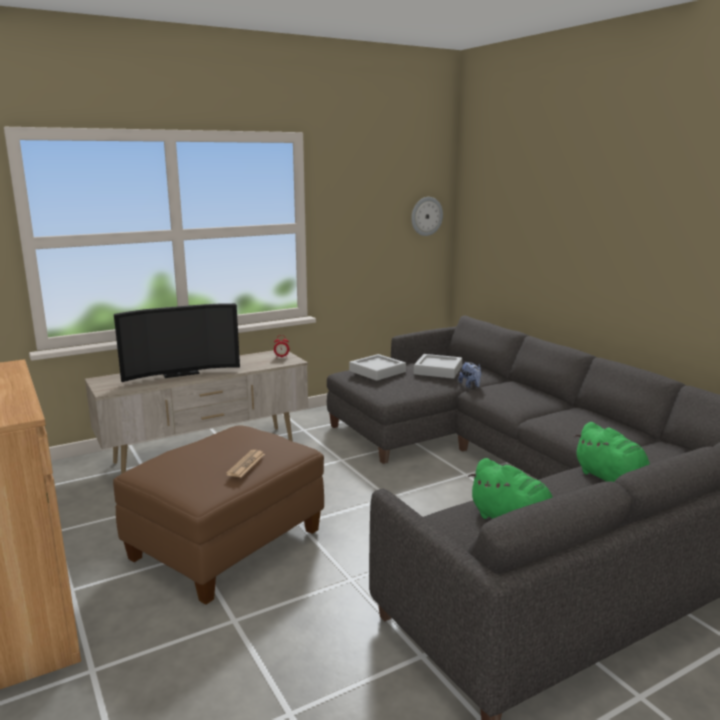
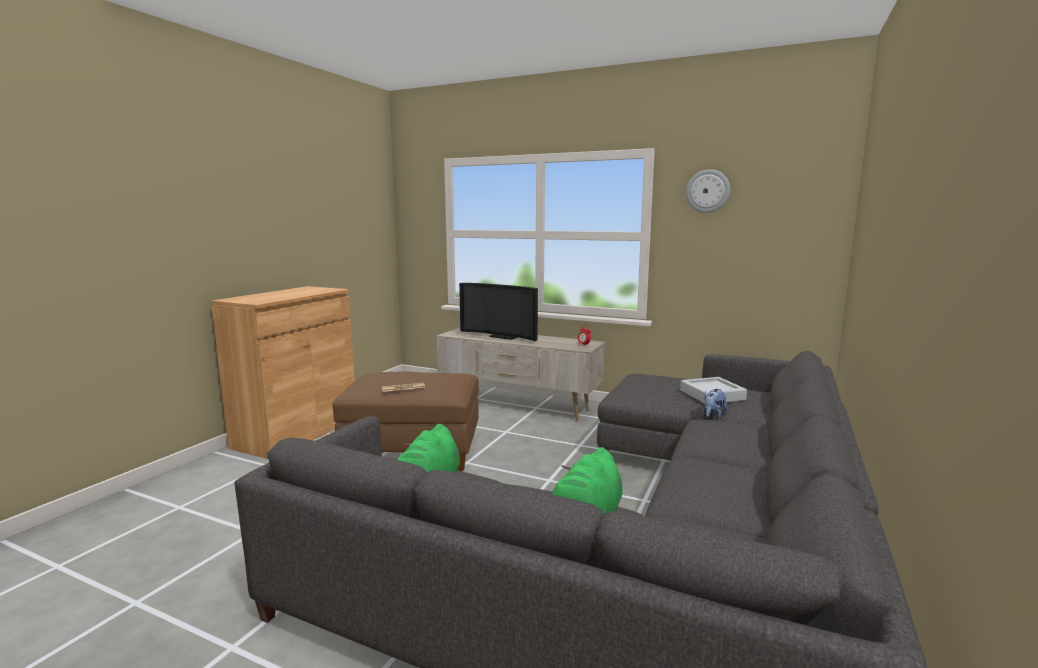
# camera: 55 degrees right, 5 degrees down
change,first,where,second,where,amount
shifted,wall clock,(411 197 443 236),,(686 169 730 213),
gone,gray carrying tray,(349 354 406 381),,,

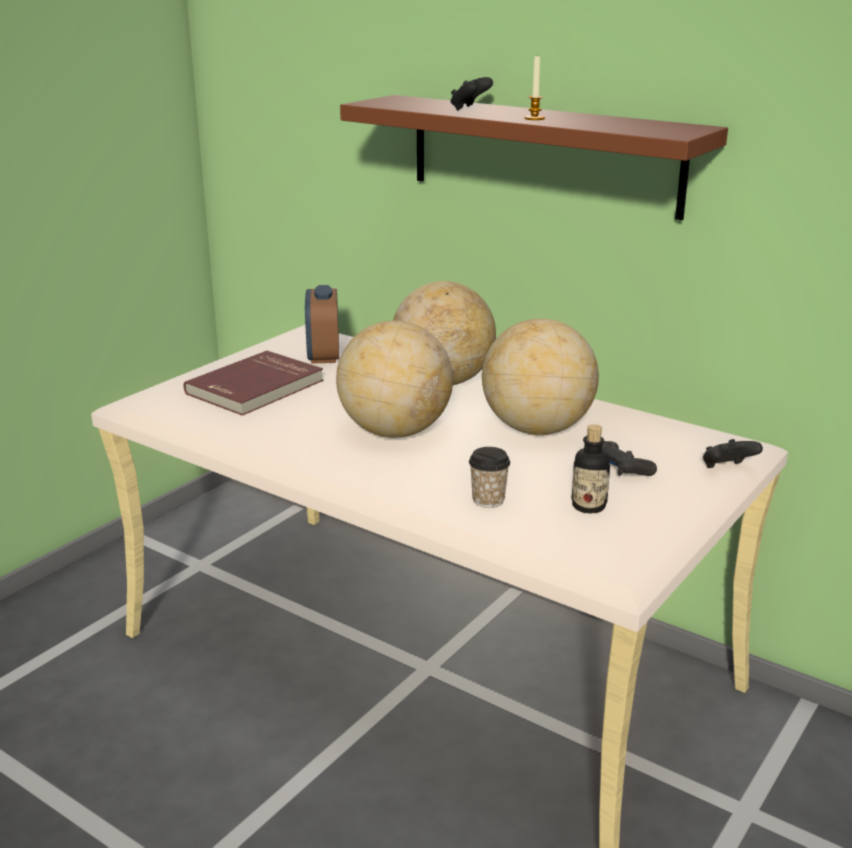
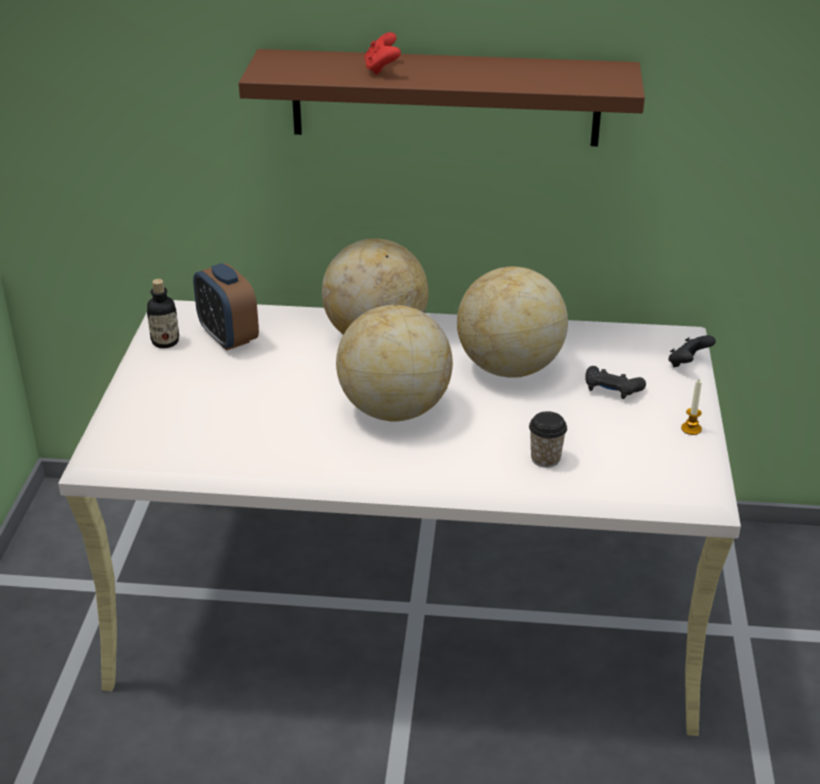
# camera: 30 degrees left, 10 degrees up
change,first,where,second,where,amount
shifted,drink bottle,(571 424 610 513),,(147 279 179 348),
repainted,black-coloured joypad,(450 77 493 111),red joypad,(364 32 401 75),
shifted,candle,(524 54 545 120),,(681 380 702 435),
gone,red book,(184 351 324 416),,,

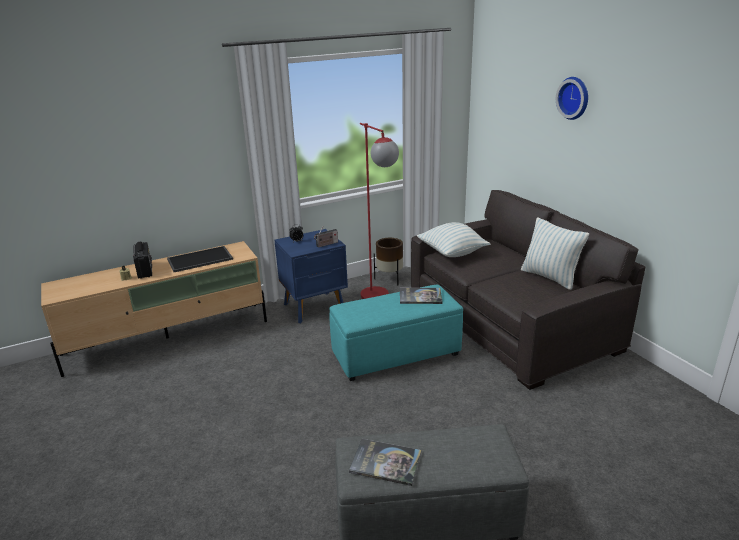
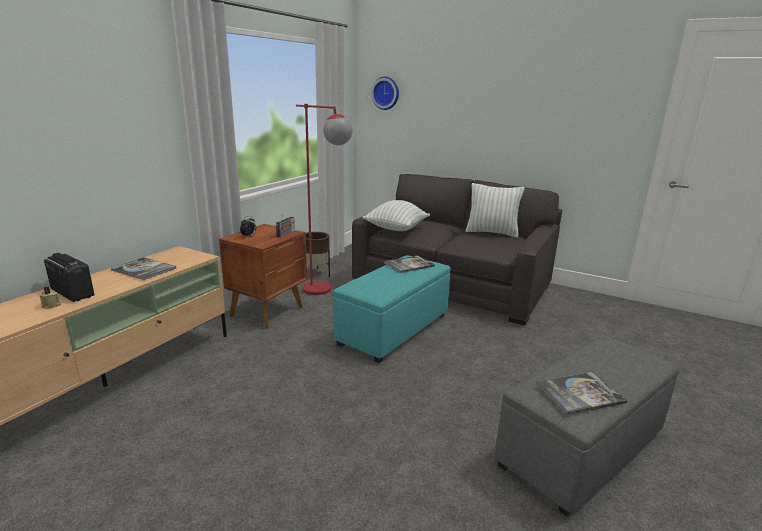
# camera: 35 degrees left, 5 degrees down
change,first,where,second,where,amount
swapped,carrying tray,(167 246 233 272),book,(111 257 176 280),
repainted,bluish nightstand,(275 229 348 323),brown nightstand,(219 224 307 329),
shifted,wall clock,(556 77 588 120),,(371 76 399 110),

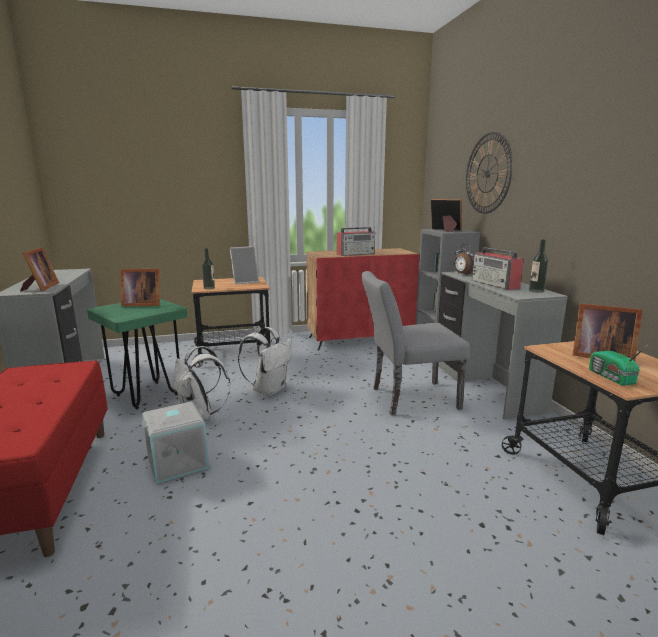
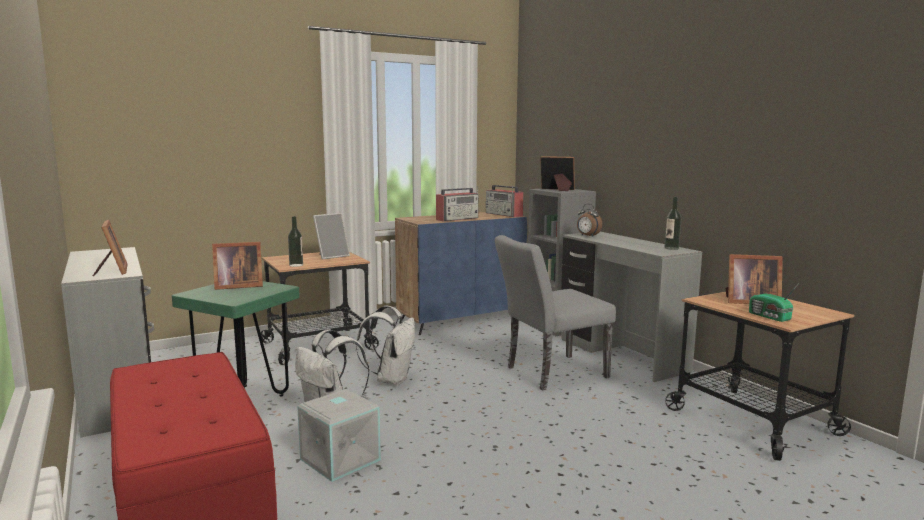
# camera: 15 degrees left, 5 degrees down
change,first,where,second,where,amount
repainted,red storage cabinet,(306 248 419 351),bluish storage cabinet,(395 212 527 335),
shifted,radio set,(472 247 524 290),,(486 185 523 217),
gone,wall clock,(466 132 513 214),,,

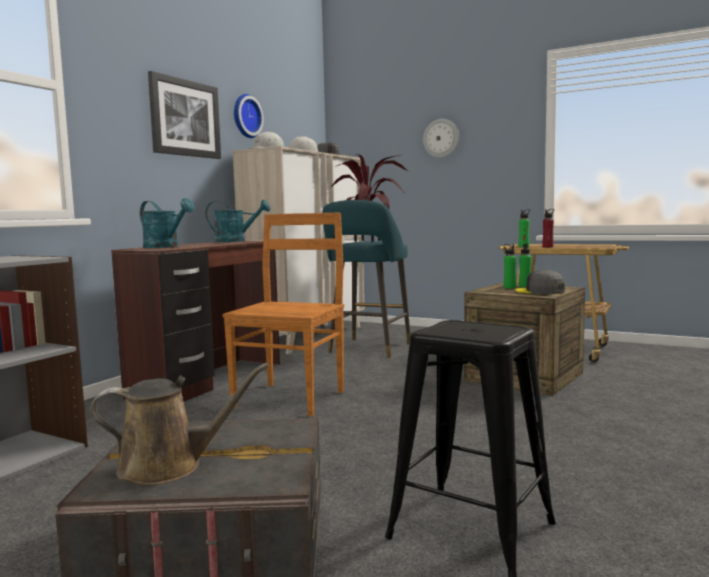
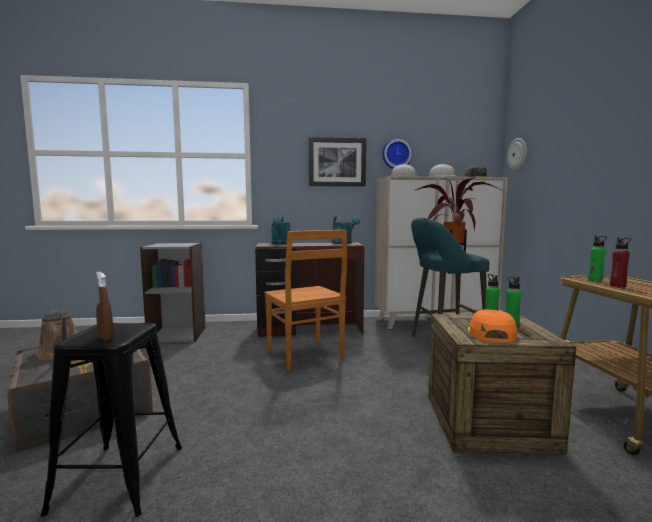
# camera: 55 degrees right, 0 degrees up
change,first,where,second,where,amount
new,,,brown spray bottle,(96 272 114 341),
rotated,brown upright chair,(222 213 344 417),,(264 230 347 371),75 degrees clockwise
repainted,gray cap,(515 270 565 294),orange-coloured cap,(468 310 517 343),
shifted,wall clock,(423 119 459 158),,(507 138 527 171),

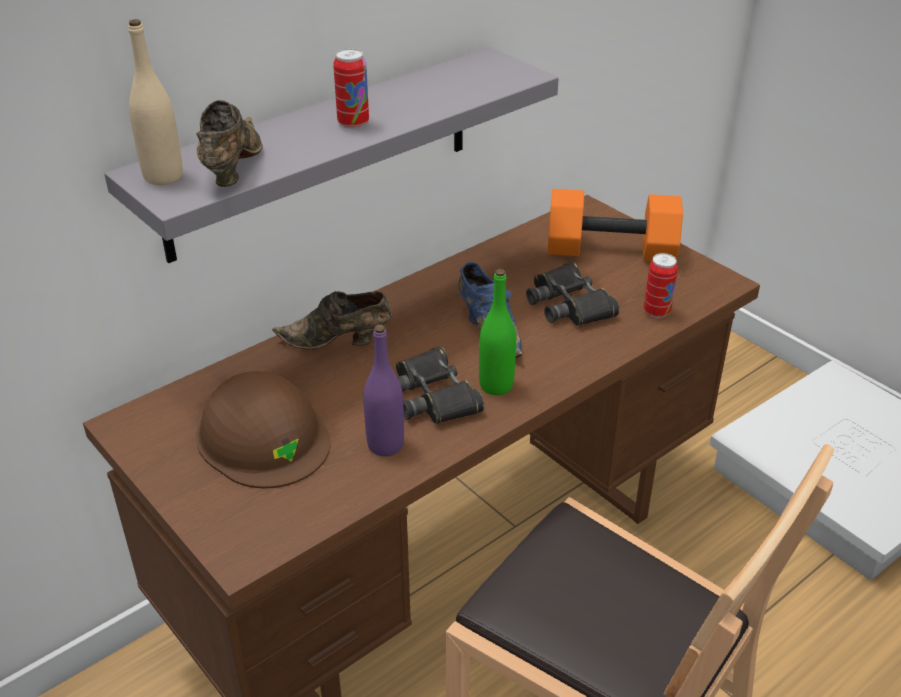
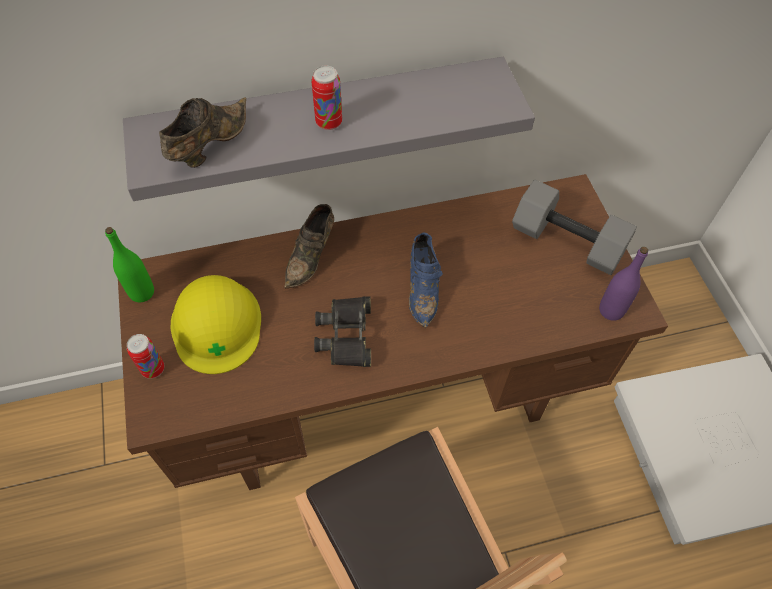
# camera: 25 degrees right, 20 degrees up
change,first,where,second,where,amount
shifted,greenish drink bottle,(479 269 516 395),,(105 227 154 303),
shifted,can,(644 253 678 318),,(127 334 164 379),
repainted,brown work helmet,(196 371 331 489),yellowish work helmet,(171 275 261 374),
rotated,brown low shoe,(272 291 392 350),,(284 204 334 288),90 degrees counterclockwise
repainted,orange-coloured free weight,(548 189 683 261),gray free weight,(512 180 637 275),
shifted,purple drink bottle,(363 325 404 456),,(599 247 648 321),
gone,beige-coloured drink bottle,(128 19 183 185),,,
gone,black-coloured binoculars,(526 262 620 326),,,

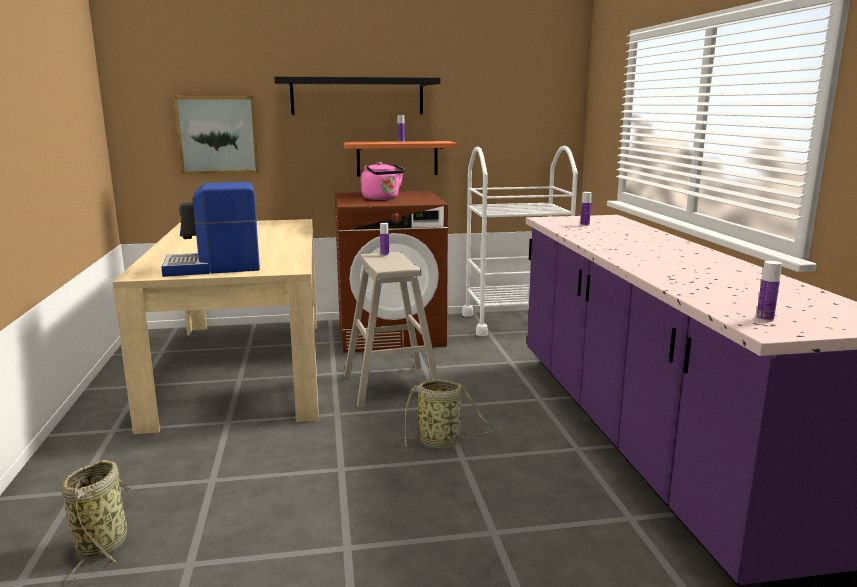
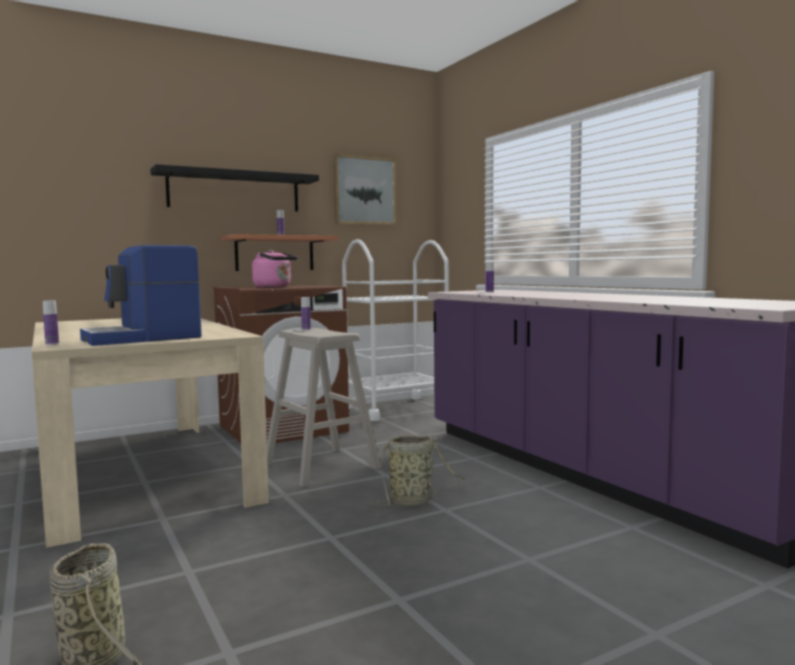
# camera: 20 degrees left, 10 degrees down
change,first,where,second,where,amount
shifted,drink bottle,(756 261 782 322),,(43 301 59 345),
shifted,wall picture,(174 96 259 174),,(334 154 397 225),

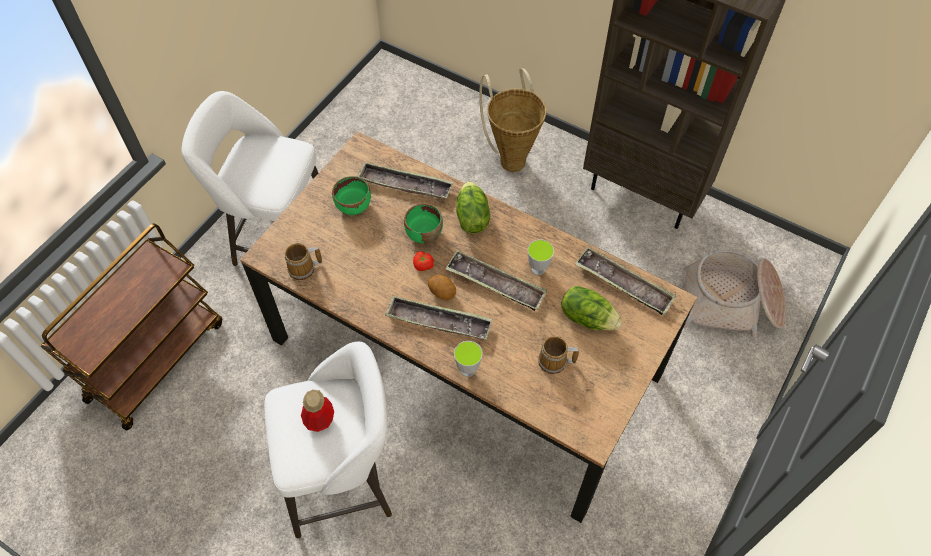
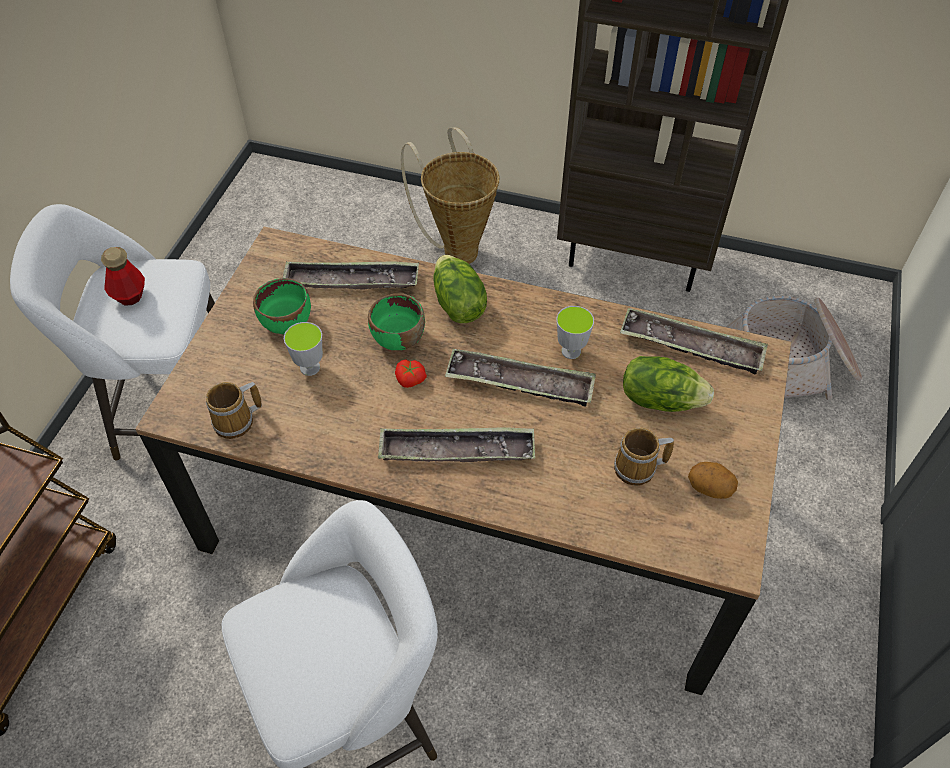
# camera: 15 degrees left, 5 degrees down
change,first,where,second,where,amount
shifted,drink bottle,(301 390 334 432),,(101 247 145 306),
shifted,small cup,(454 341 483 377),,(284 322 323 376),
shifted,whole potato,(428 274 456 300),,(688 462 738 499),

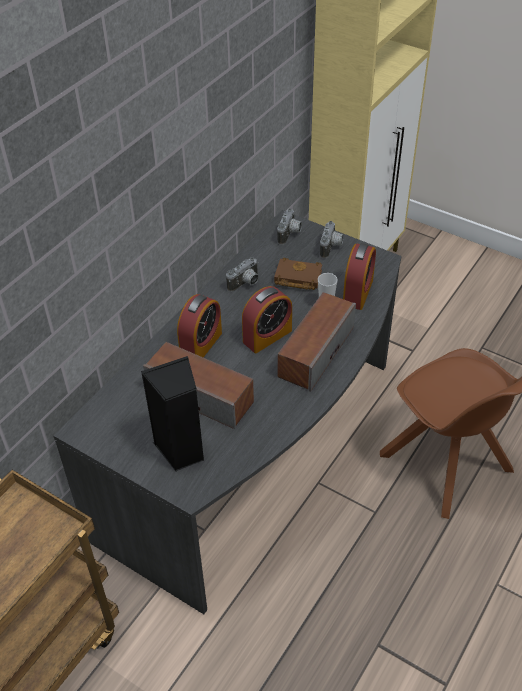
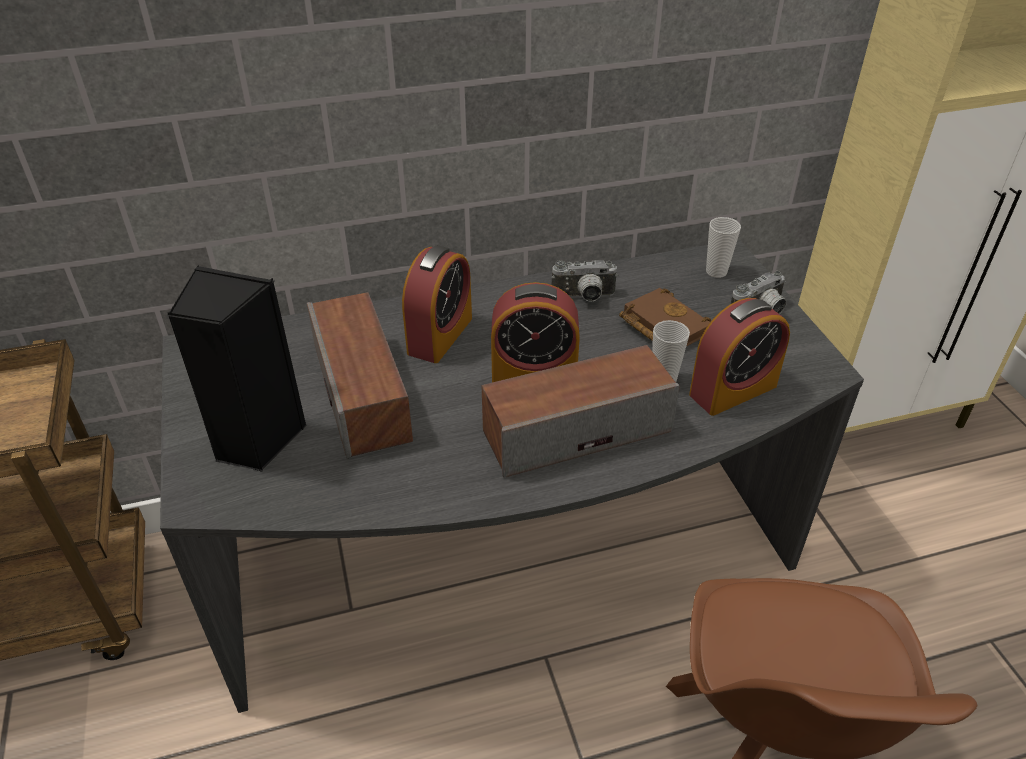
# camera: 40 degrees right, 5 degrees down
change,first,where,second,where,amount
rotated,table clock,(177 294 222 357),,(402 245 472 363),45 degrees counterclockwise
swapped,photo camera,(277 208 302 245),small cup,(706 217 741 278),

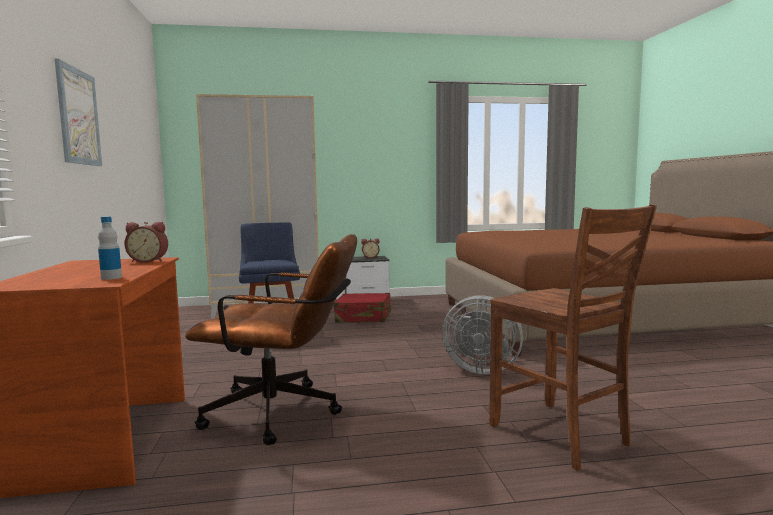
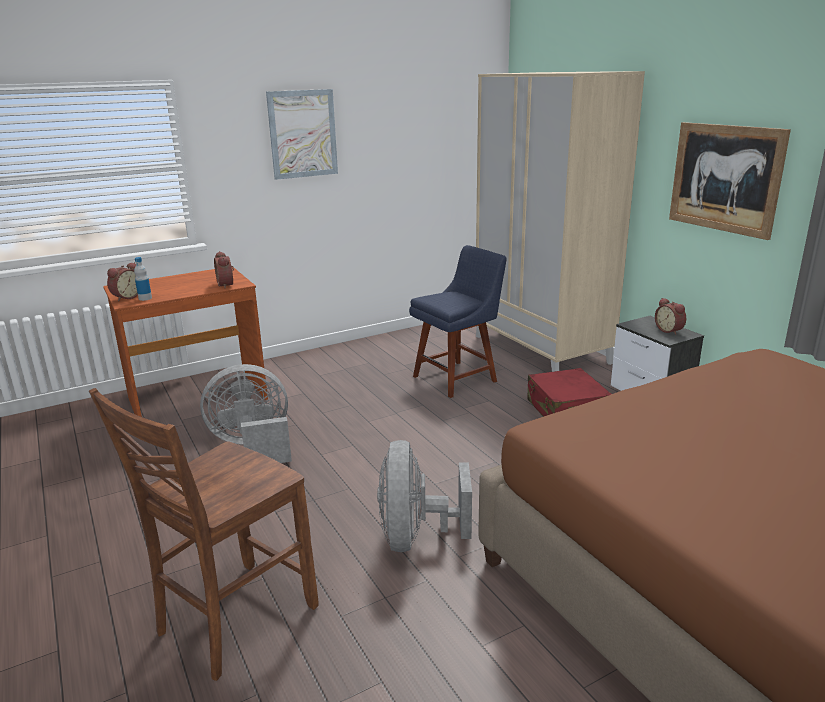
# camera: 70 degrees right, 15 degrees up
change,first,where,second,where,amount
new,,,table clock,(107 262 138 301),
swapped,brown computer chair,(185 234 357 445),gray electric fan,(200 364 292 463),
new,,,wall picture,(669 122 791 240),

